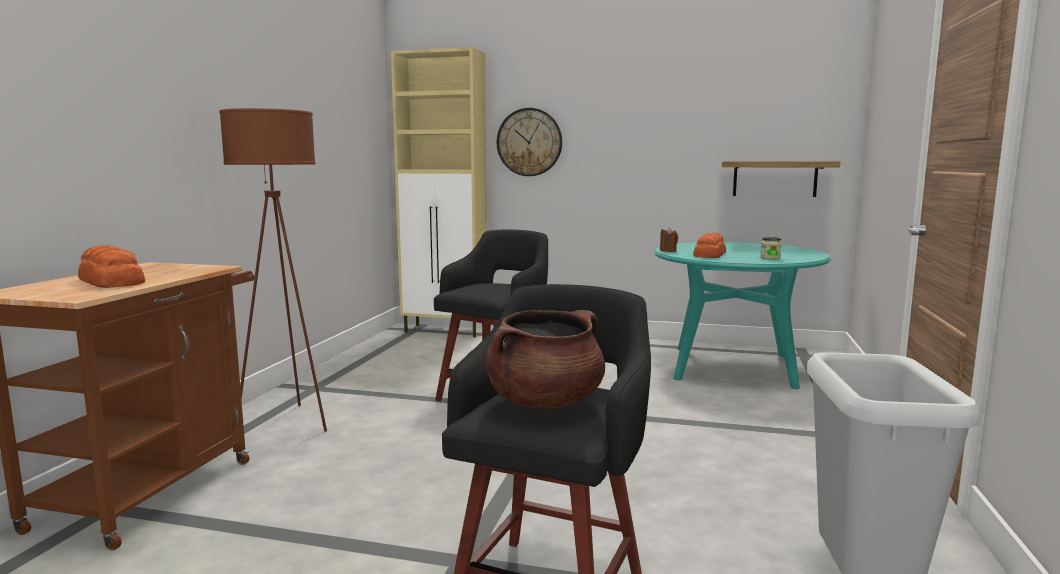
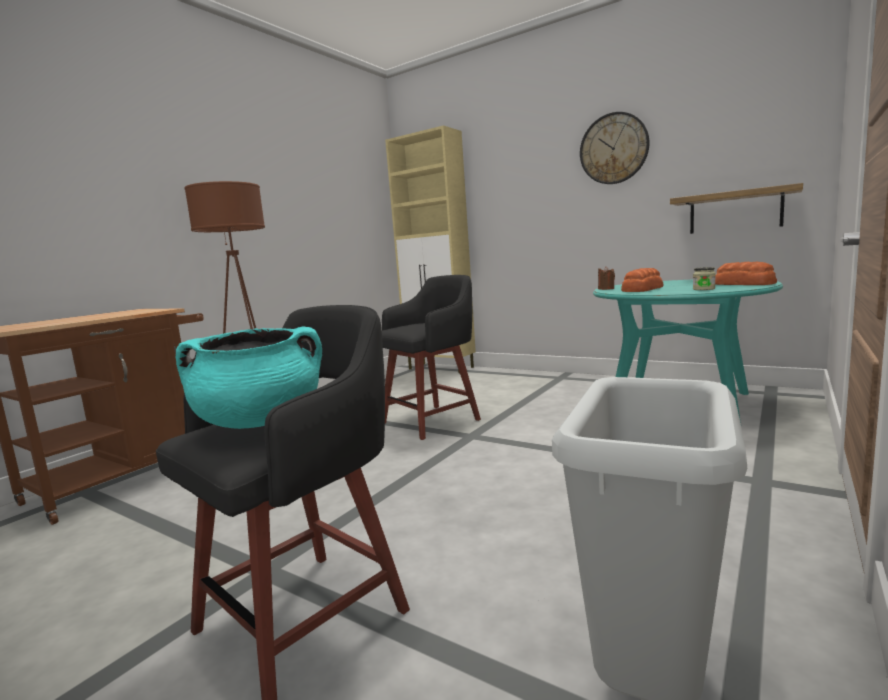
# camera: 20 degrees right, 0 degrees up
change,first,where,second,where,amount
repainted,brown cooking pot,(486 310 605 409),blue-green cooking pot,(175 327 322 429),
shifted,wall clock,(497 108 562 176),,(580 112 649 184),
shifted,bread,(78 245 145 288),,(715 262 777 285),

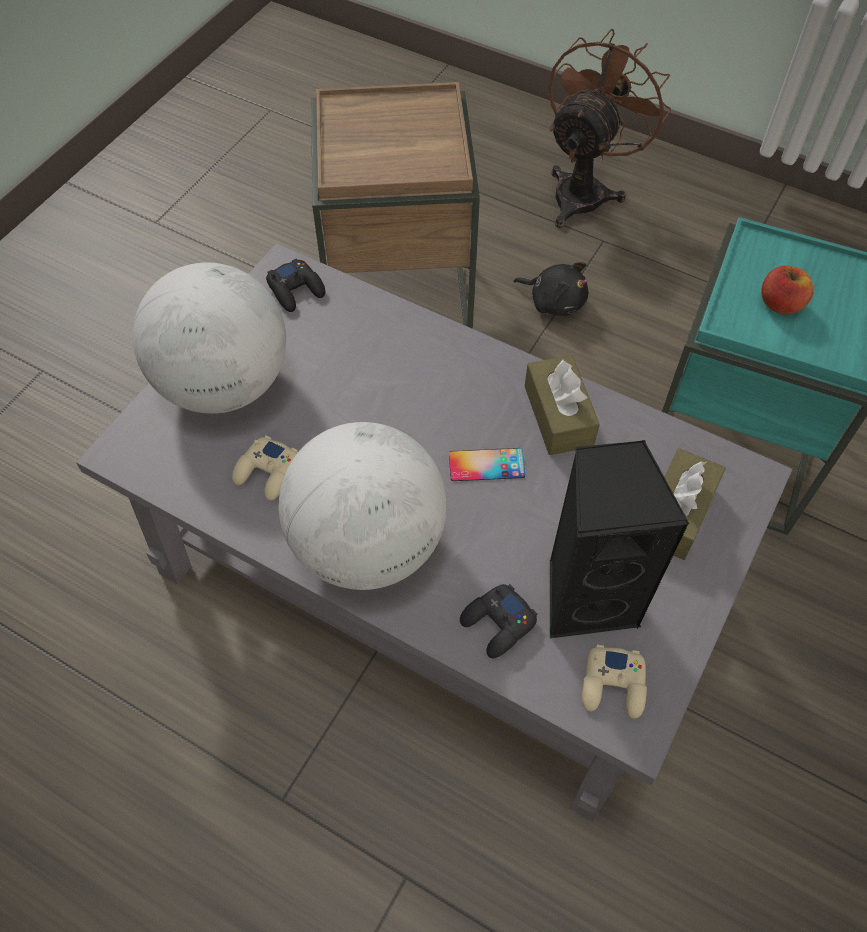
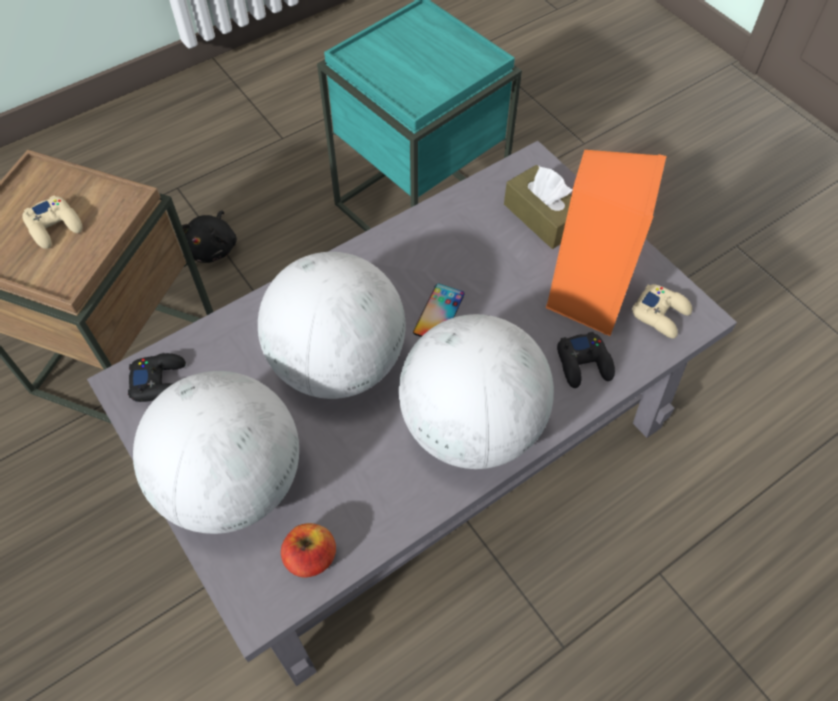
# camera: 65 degrees left, 0 degrees up
change,first,where,second,where,amount
shifted,beige-coloured joypad,(232 436 298 501),,(22 195 83 249),
rotated,black-coloured soft toy,(513 262 588 316),,(182 210 237 263),135 degrees clockwise
new,,,world globe,(258 252 405 399),
shifted,whole apple,(762 266 814 314),,(281 523 336 577),
repainted,black-coloured loudspeaker,(550 440 689 638),orange-coloured loudspeaker,(546 150 667 336),
gone,brown tissue box,(525 355 600 455),,,
gone,brown electric fan,(548 29 671 228),,,

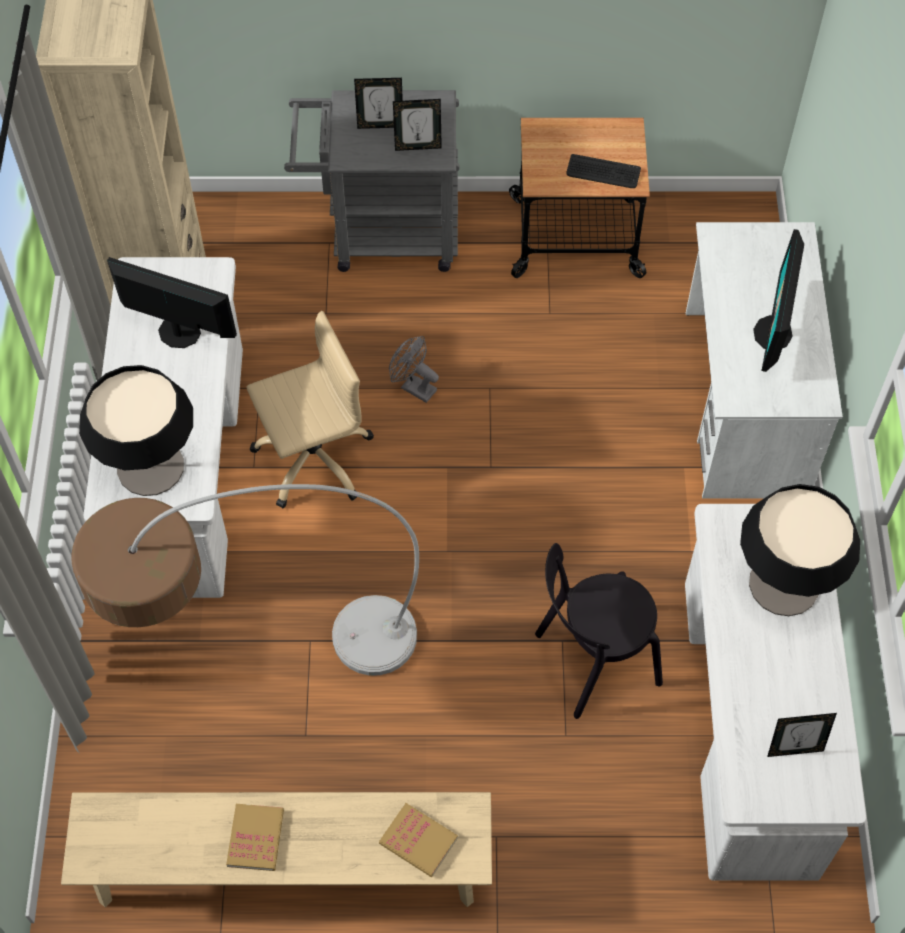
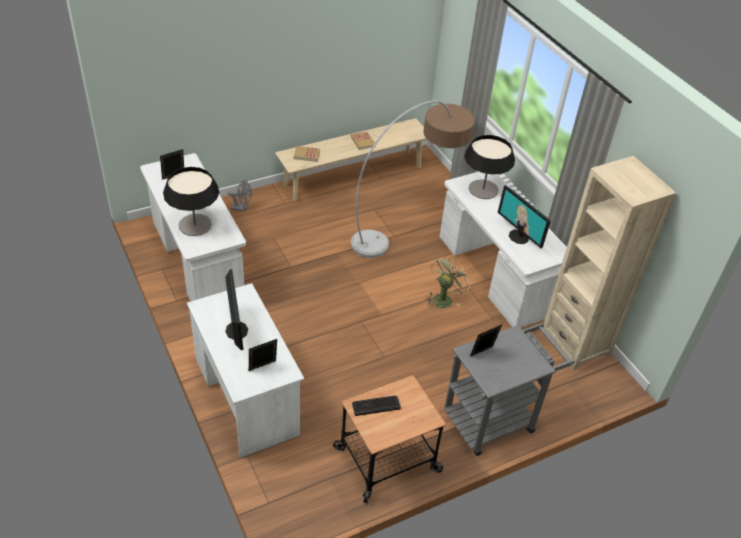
# camera: 150 degrees right, 15 degrees down
change,first,where,second,where,amount
shifted,gray electric fan,(389 336 439 403),,(228 180 252 212),
shifted,standing frame,(354 78 403 129),,(249 339 277 371),
swapped,beige-coloured computer chair,(247 311 374 508),greenish electric fan,(426 255 471 308),
rotated,computer screen,(107 257 237 348),,(498 185 551 248),60 degrees clockwise
gone,black-coloured upright chair,(535 543 663 719),,,

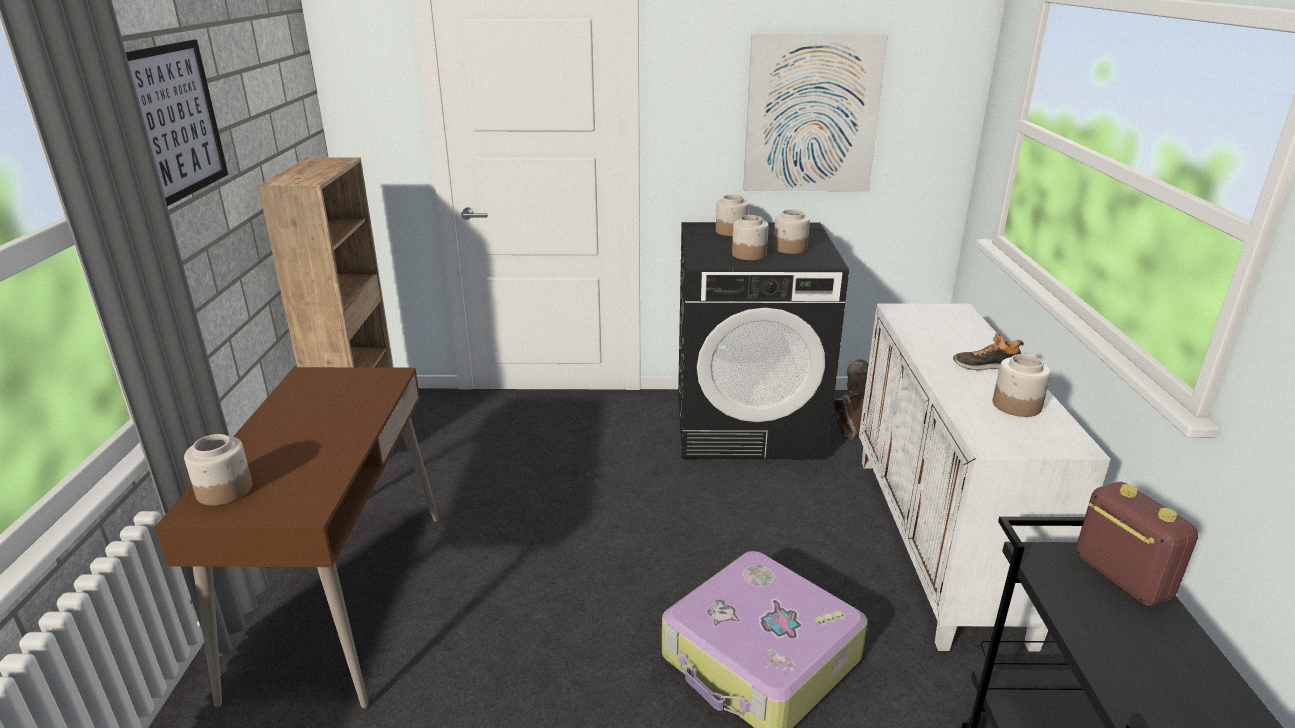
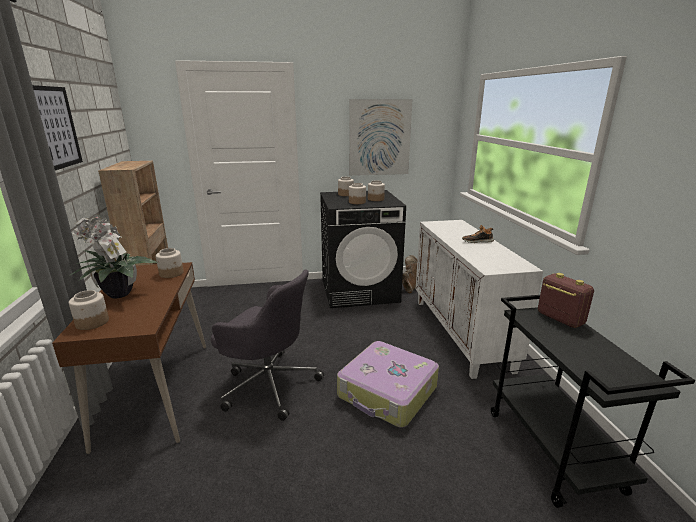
# camera: 10 degrees left, 5 degrees down
change,first,where,second,where,amount
new,,,houseplant,(69 214 158 298),
shifted,storage jar,(993 354 1051 417),,(156 248 184 278),
new,,,gray computer chair,(211 270 324 421),

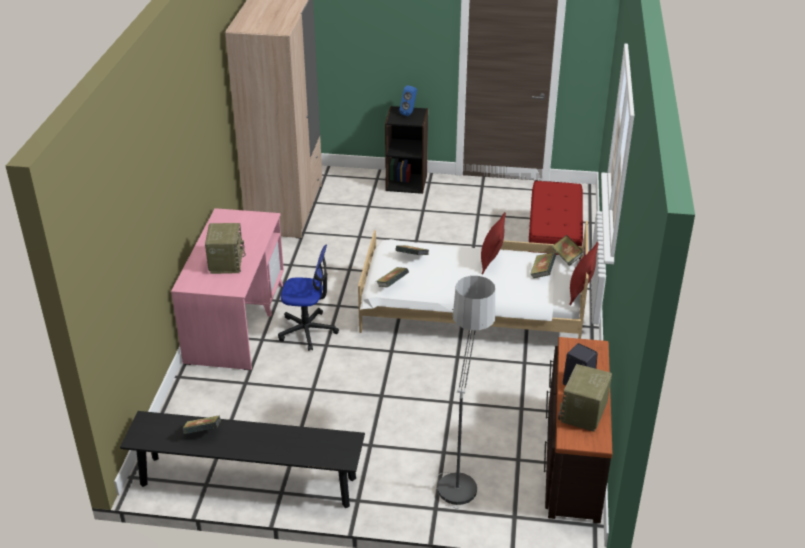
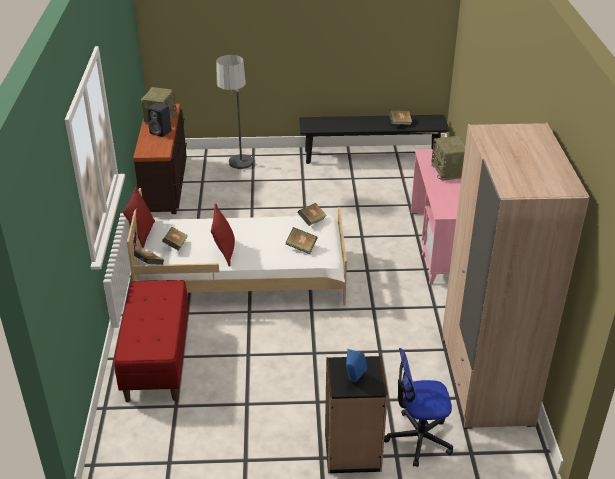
# camera: 170 degrees right, 0 degrees up
change,first,where,second,where,amount
shifted,computer chair,(278 244 339 351),,(384 348 453 467),

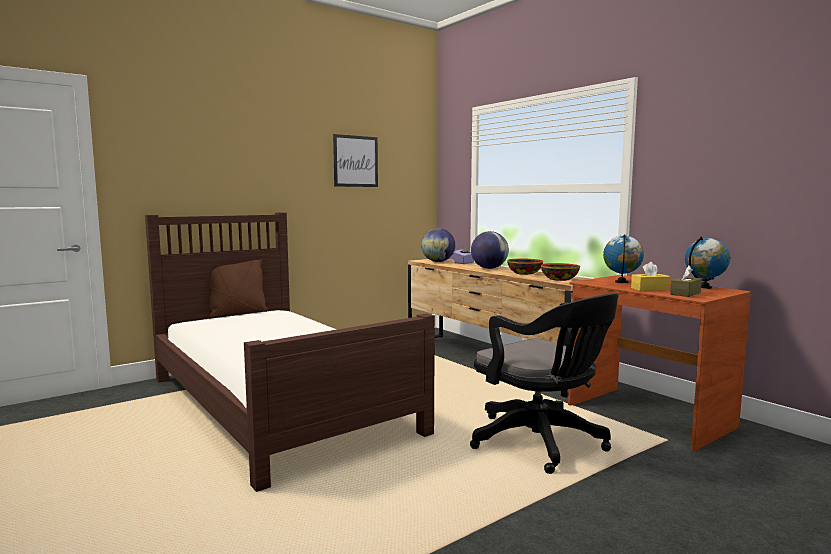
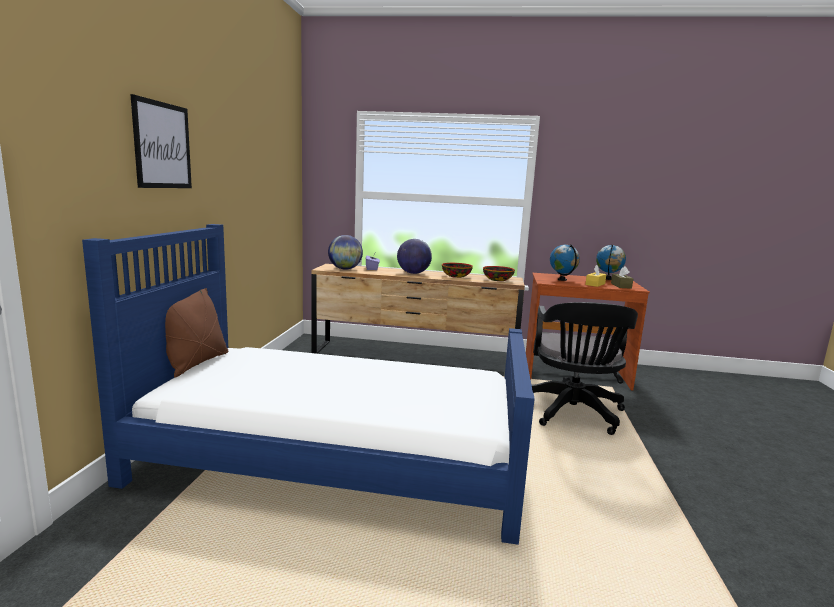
# camera: 45 degrees left, 5 degrees up
change,first,where,second,where,amount
repainted,brown sleeping bed,(145 213 435 492),bluish sleeping bed,(82 224 535 545),
shifted,wall picture,(333 134 378 187),,(130 94 192 188),
rotated,black-coloured computer chair,(470 293 619 474),,(532 302 638 435),90 degrees clockwise

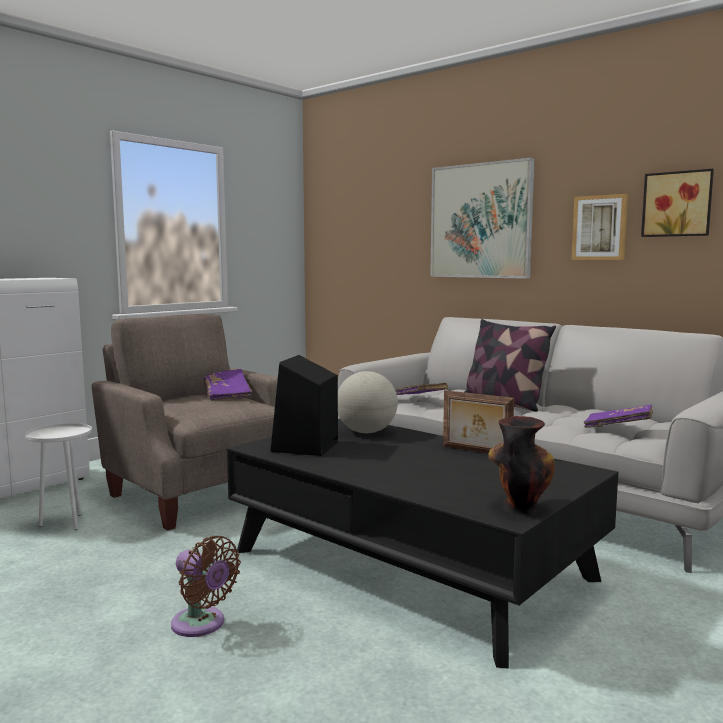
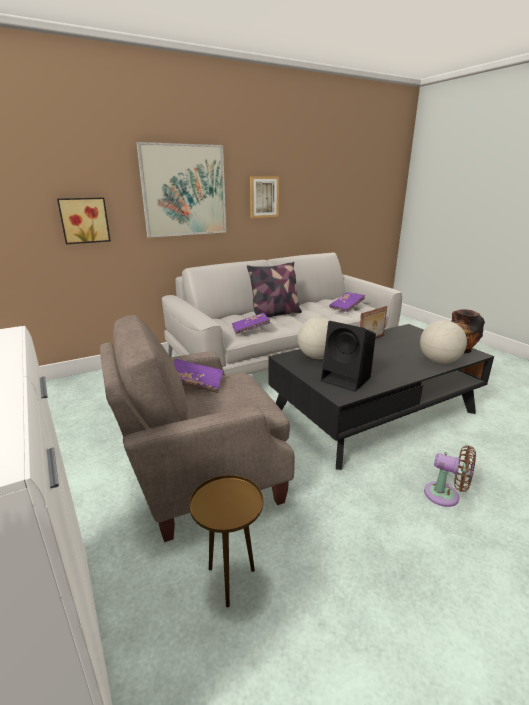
# camera: 70 degrees left, 15 degrees up
change,first,where,second,where,amount
shifted,wall picture,(641 169 714 237),,(57 198 111 244),
repainted,white accent table,(25 423 92 530),brown accent table,(189 475 263 608),
new,,,world globe,(420 321 467 364),
rotated,brown electric fan,(171 536 241 637),,(424 445 476 507),60 degrees clockwise

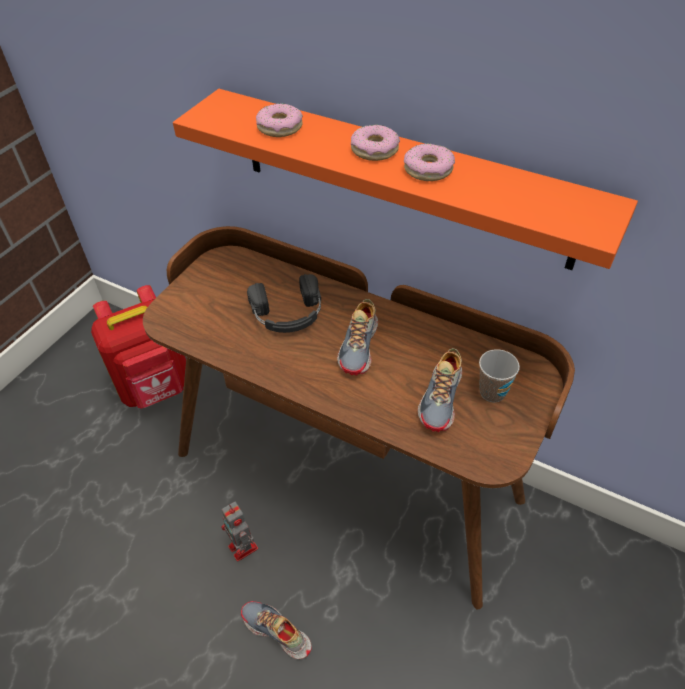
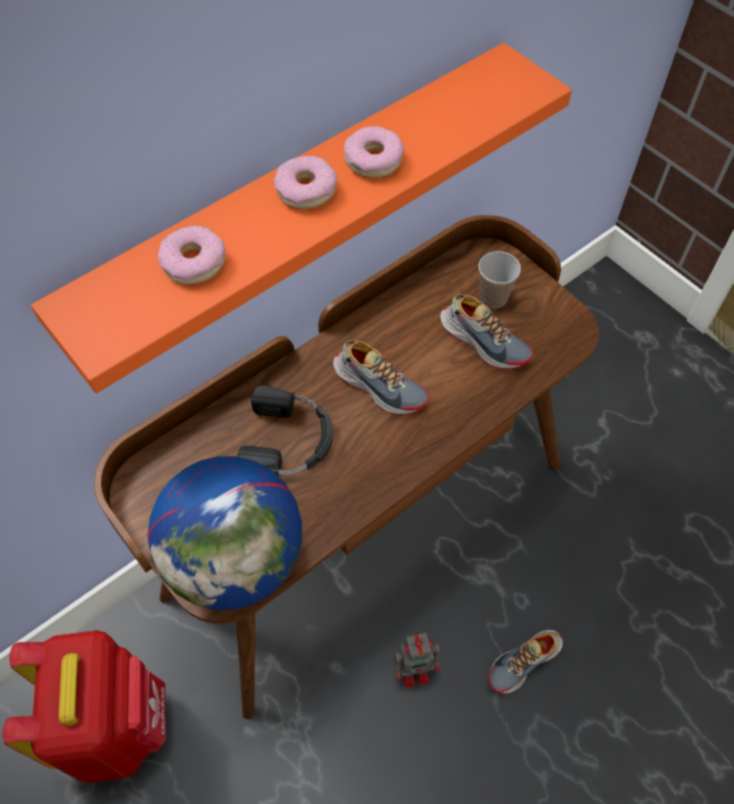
# camera: 70 degrees left, 10 degrees up
change,first,where,second,where,amount
new,,,world globe,(148 456 302 610),

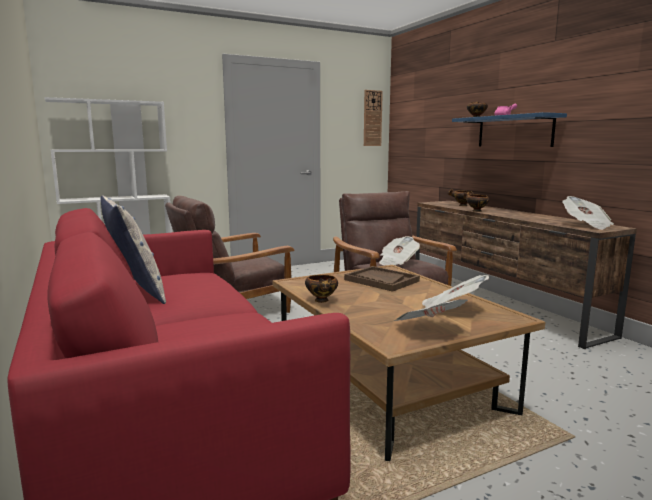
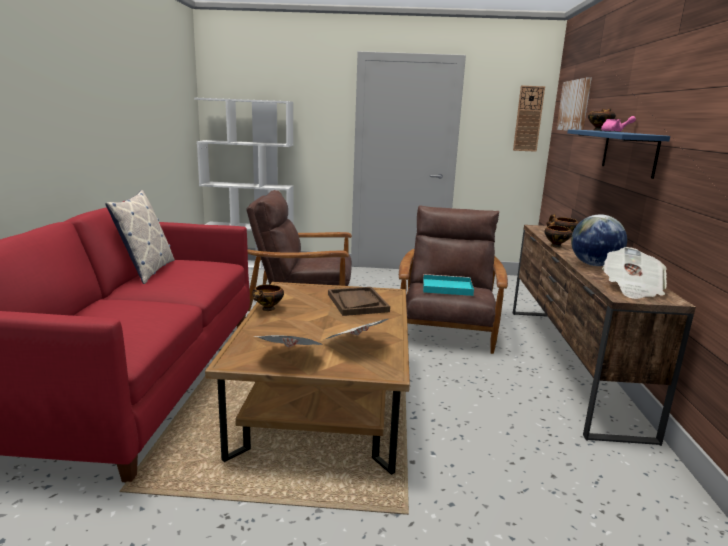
# camera: 30 degrees right, 5 degrees up
change,first,where,second,where,amount
swapped,newspaper,(379 236 420 265),blue-green carrying tray,(423 274 474 296),
new,,,wall picture,(556 77 592 131),
new,,,world globe,(571 214 627 266),

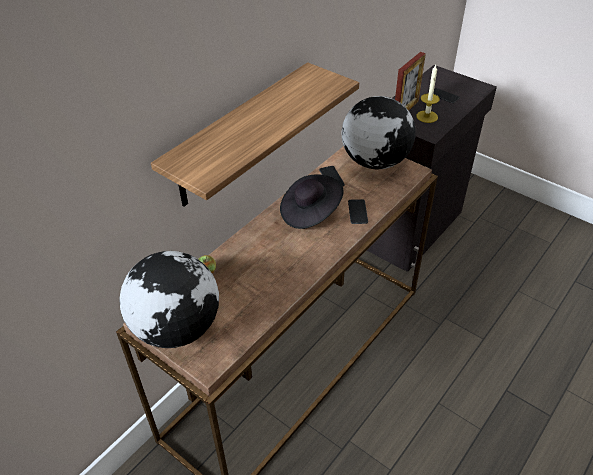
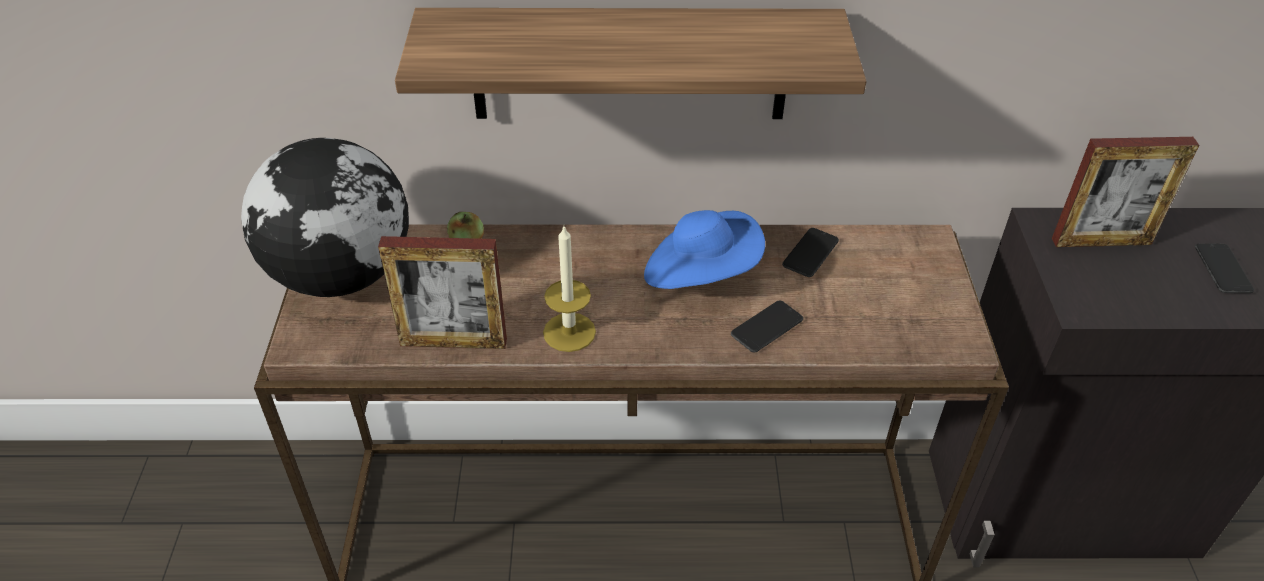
# camera: 50 degrees right, 0 degrees up
change,first,where,second,where,amount
new,,,standing frame,(378 236 507 349),
shifted,candle,(416 65 440 123),,(543 227 596 352),
repainted,black-coloured wearable hat,(280 174 344 229),bluish wearable hat,(644 210 765 289),
gone,world globe,(341 96 416 169),,,

